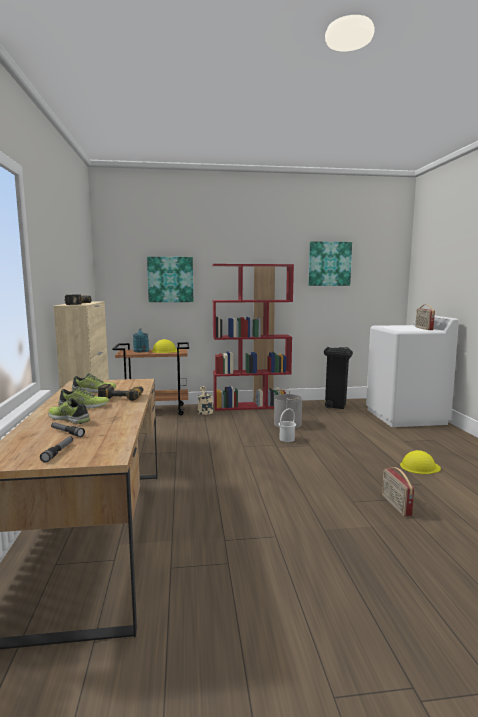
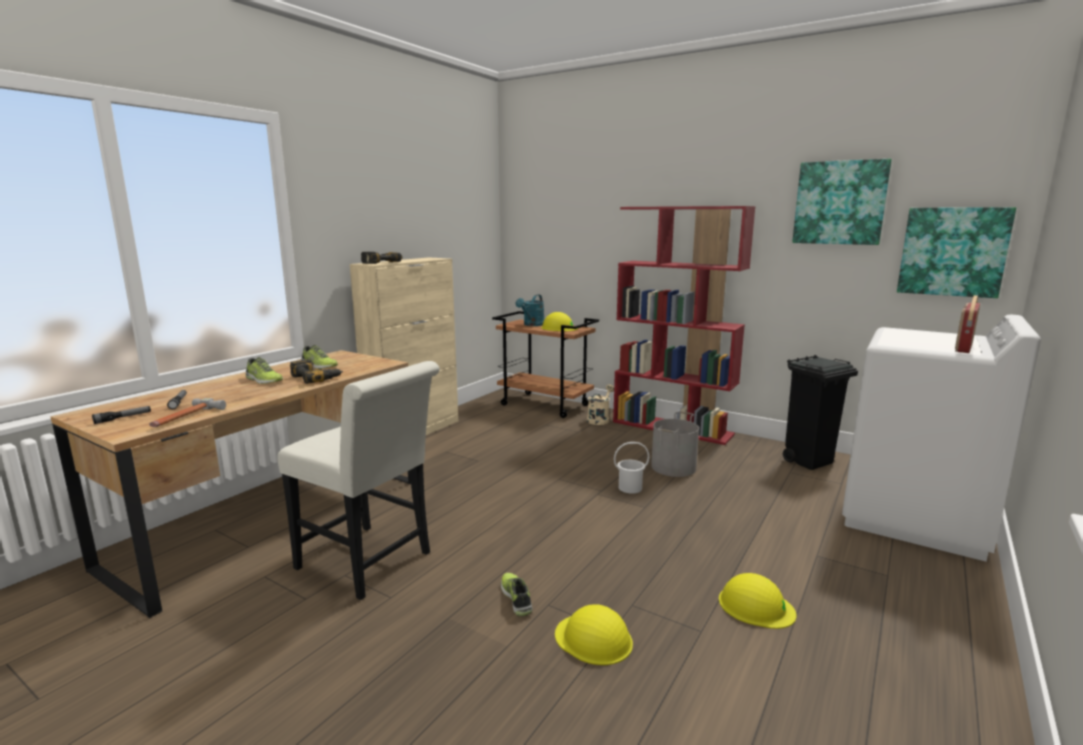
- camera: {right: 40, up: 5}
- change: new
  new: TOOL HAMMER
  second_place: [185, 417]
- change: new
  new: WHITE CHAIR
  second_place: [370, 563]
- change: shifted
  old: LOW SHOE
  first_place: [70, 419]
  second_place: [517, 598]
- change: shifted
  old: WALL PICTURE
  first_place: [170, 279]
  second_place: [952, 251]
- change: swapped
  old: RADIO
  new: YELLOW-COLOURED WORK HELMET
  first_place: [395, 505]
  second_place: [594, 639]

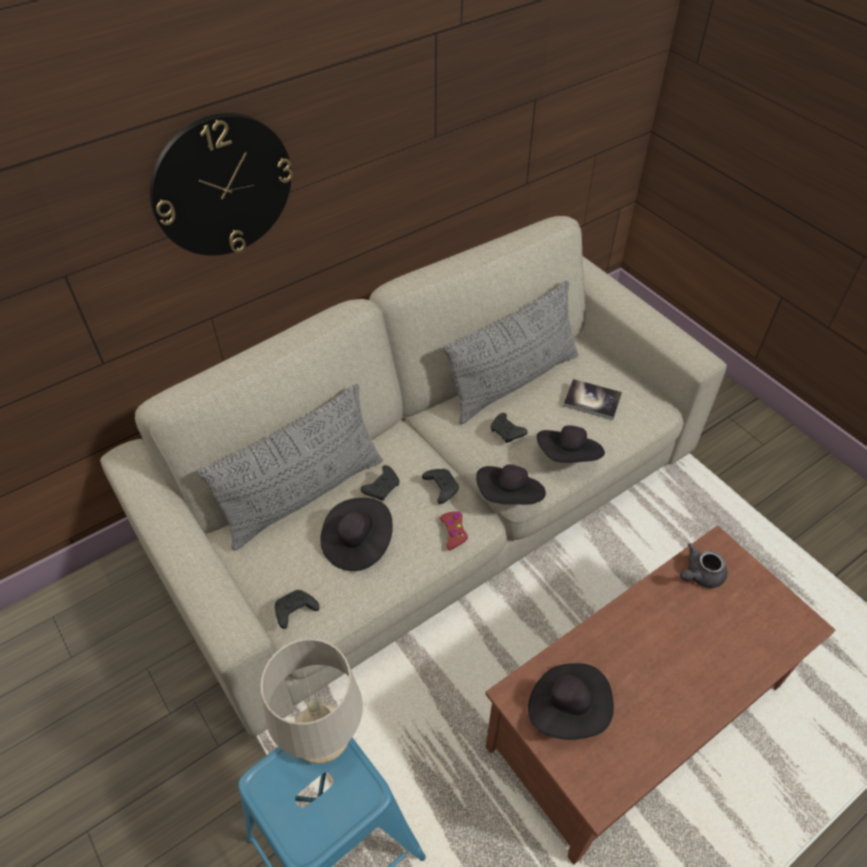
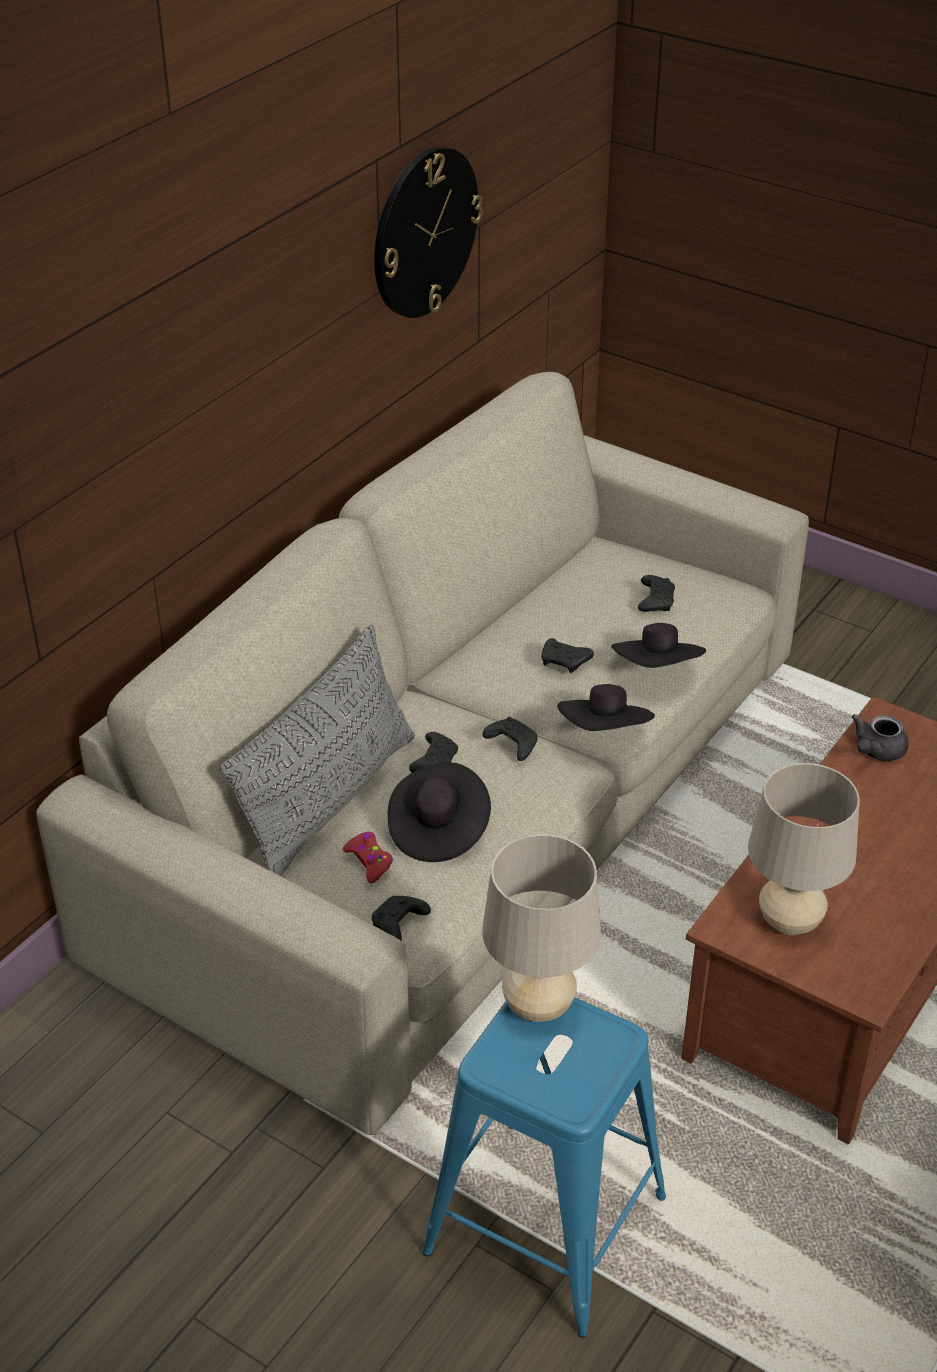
- camera: {right: -20, up: -10}
- change: gone
  old: GRAY CUSHION
  first_place: [513, 382]
- change: shifted
  old: CLOCK ON THE WALL
  first_place: [222, 186]
  second_place: [424, 232]
- change: shifted
  old: RED GAME CONTROLLER
  first_place: [453, 532]
  second_place: [369, 861]
- change: swapped
  old: BLACK-COLOURED WEARABLE HAT
  new: BEIGE TABLE LAMP
  first_place: [567, 708]
  second_place: [790, 922]
- change: swapped
  old: BOUND BOOK
  new: BLACK-COLOURED GAME CONTROLLER
  first_place: [592, 400]
  second_place: [655, 600]

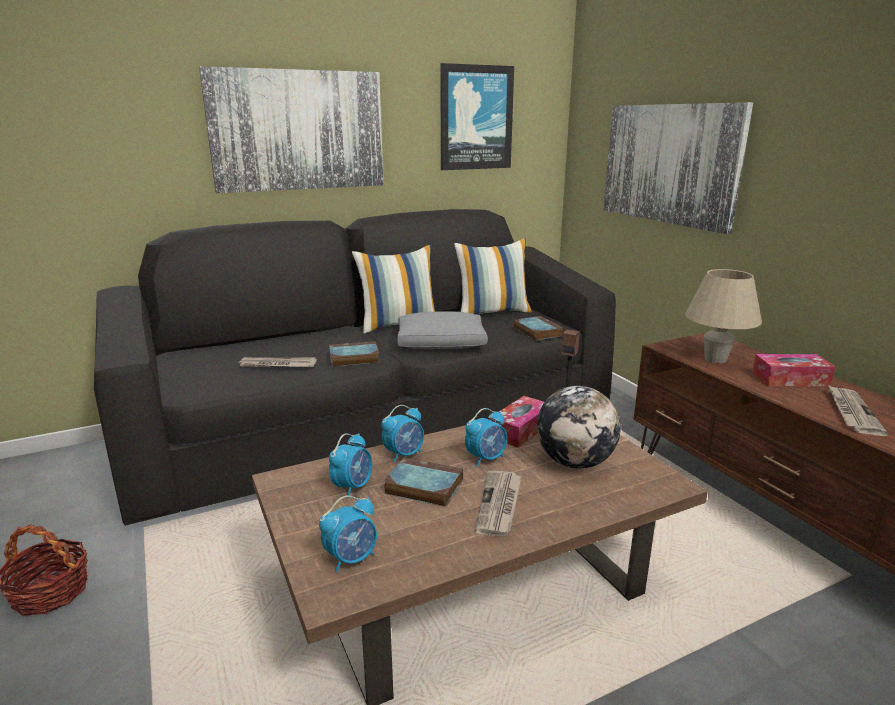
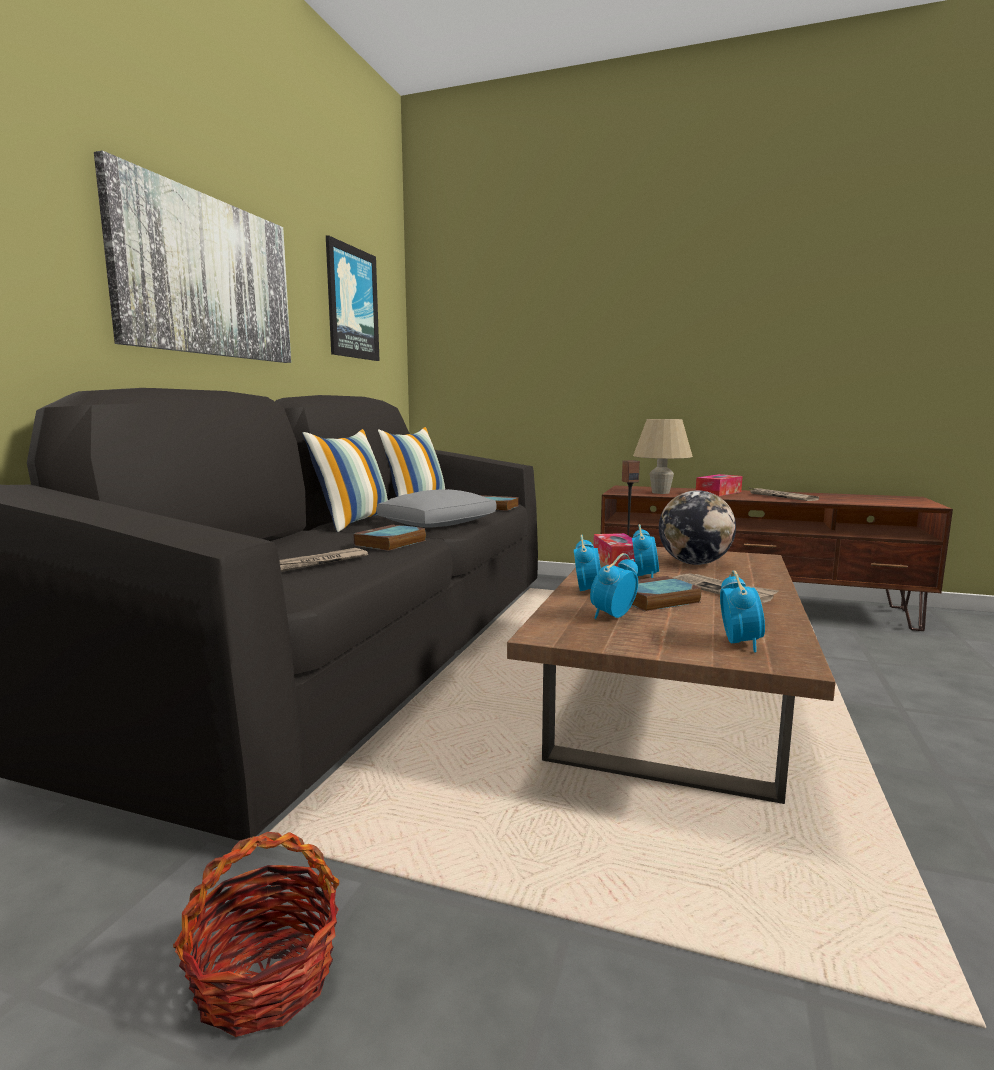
- camera: {right: -45, up: -10}
- change: gone
  old: WALL PICTURE
  first_place: [669, 164]
- change: rotated
  old: TABLE CLOCK
  first_place: [353, 486]
  second_place: [612, 616]
  degrees: -120

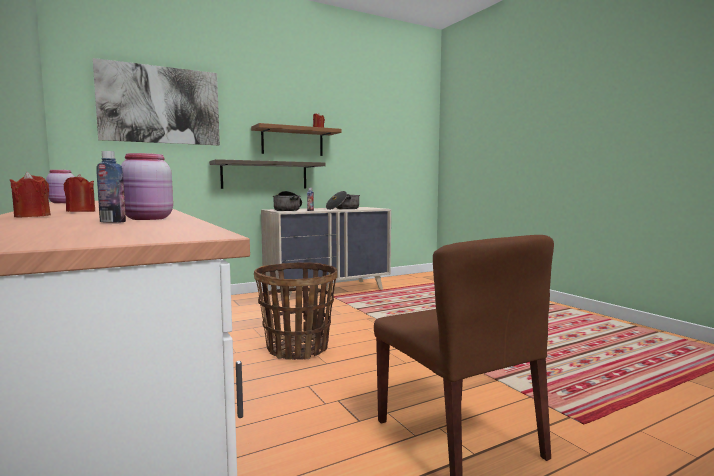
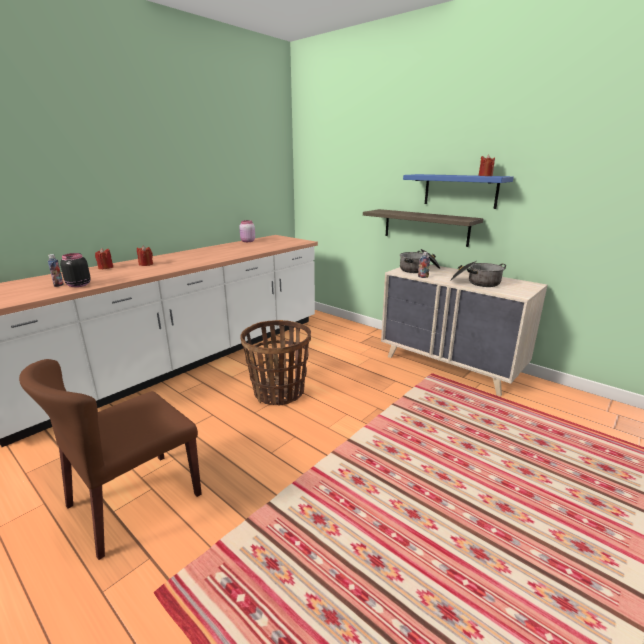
- camera: {right: 70, up: 15}
- change: gone
  old: WALL PICTURE
  first_place: [160, 105]
- change: repainted
  old: PINK JAR
  new: BLACK-COLOURED JAR
  first_place: [148, 219]
  second_place: [78, 285]
- change: repainted
  old: BROWN SHELF
  new: BLUE-COLOURED SHELF
  first_place: [292, 142]
  second_place: [460, 190]

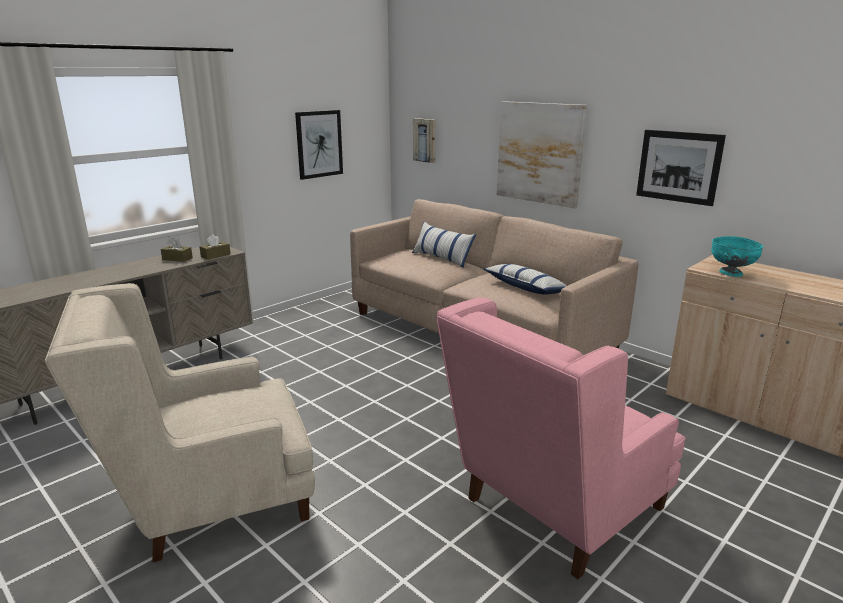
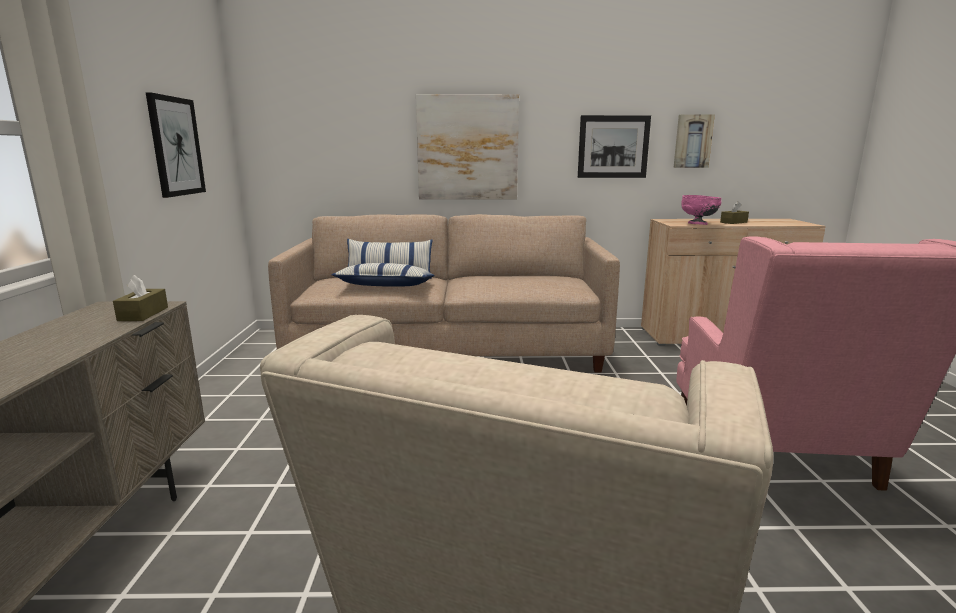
- camera: {right: -45, up: -5}
- change: shifted
  old: BROWN BOX OF TISSUES
  first_place: [177, 259]
  second_place: [733, 222]
- change: shifted
  old: WALL PICTURE
  first_place: [425, 140]
  second_place: [692, 141]
- change: shifted
  old: CUSHION
  first_place: [525, 288]
  second_place: [385, 286]
- change: repainted
  old: TURQUOISE DEEP DISH
  new: PINK DEEP DISH
  first_place: [731, 273]
  second_place: [698, 224]

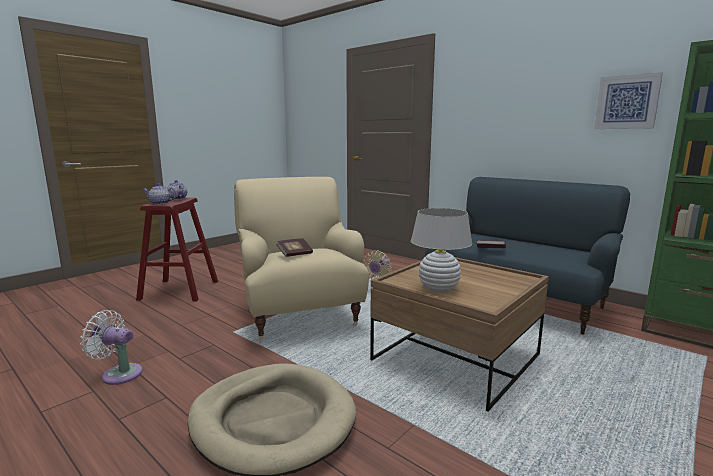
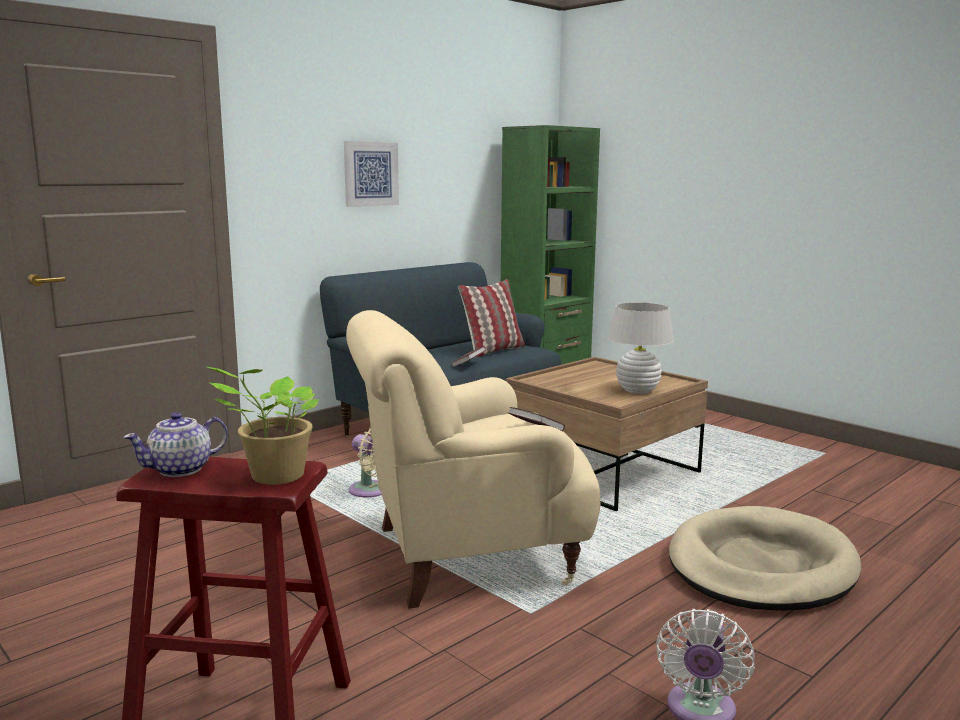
- camera: {right: -85, up: 0}
- change: new
  new: CUSHION
  second_place: [493, 350]
- change: shifted
  old: WALL PICTURE
  first_place: [627, 102]
  second_place: [370, 174]
- change: swapped
  old: TEAPOT
  new: POTTED PLANT
  first_place: [160, 203]
  second_place: [273, 477]

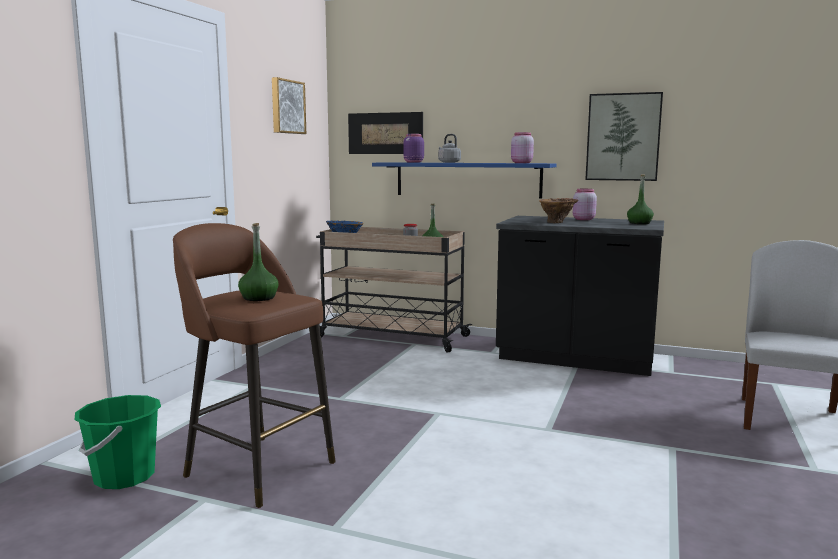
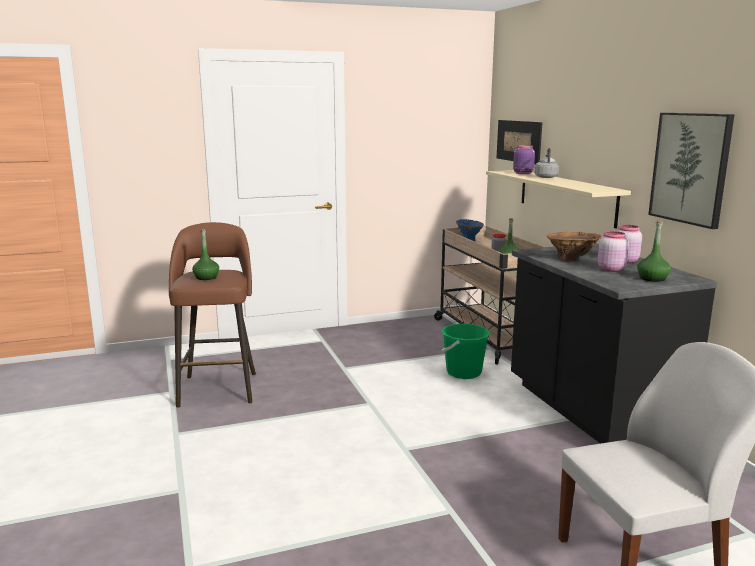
- camera: {right: 50, up: 5}
- change: gone
  old: WALL PICTURE
  first_place: [287, 107]
- change: shifted
  old: GREEN BUCKET
  first_place: [124, 476]
  second_place: [463, 372]
- change: shifted
  old: PINK JAR
  first_place: [521, 163]
  second_place: [610, 269]
- change: repainted
  old: BLUE-COLOURED SHELF
  new: BEIGE SHELF
  first_place: [467, 179]
  second_place: [565, 196]

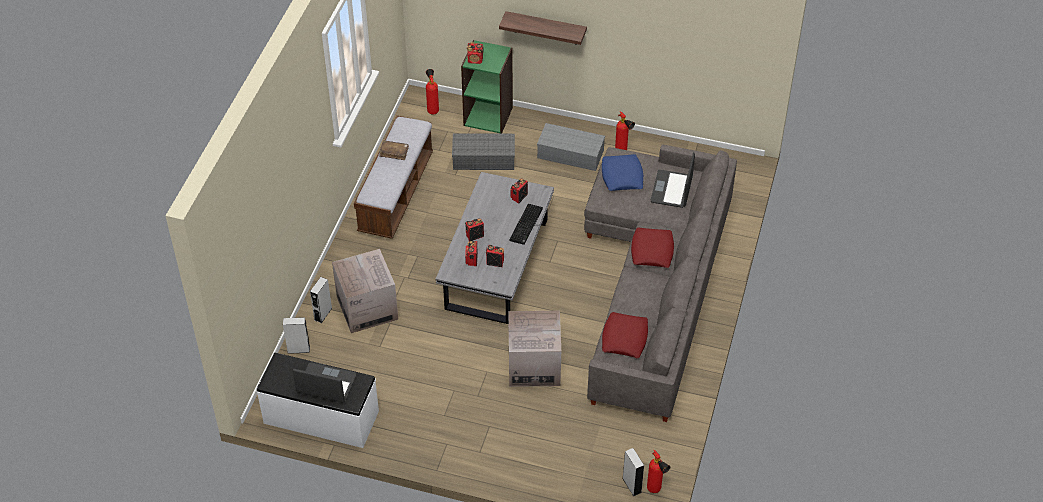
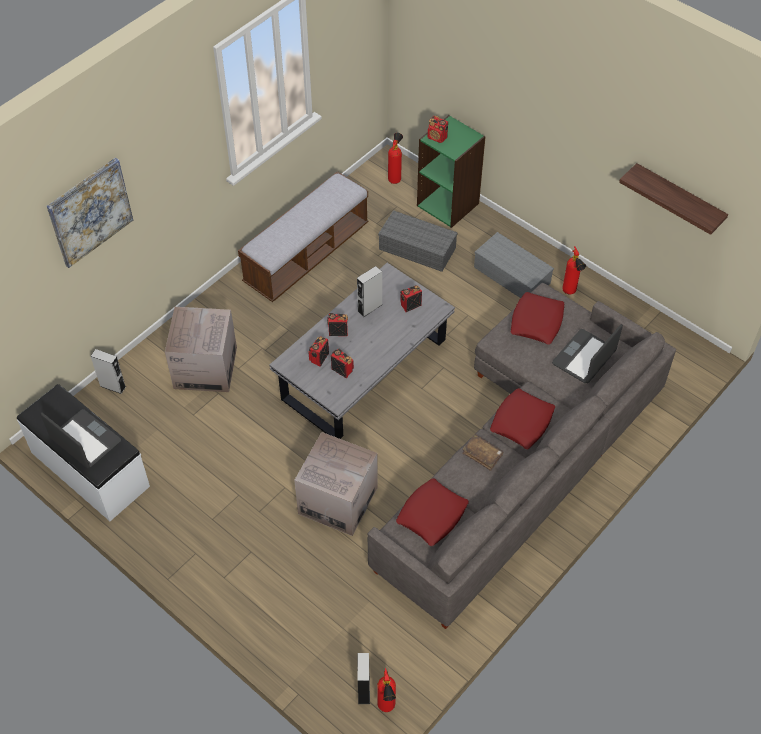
- camera: {right: 25, up: 5}
- change: gone
  old: COMPUTER KEYBOARD
  first_place: [526, 225]
- change: new
  new: WALL PICTURE
  second_place: [90, 212]
- change: shifted
  old: GRAY AUDIO SPEAKER
  first_place: [323, 314]
  second_place: [369, 308]
- change: shifted
  old: BROWN BOUND BOOK
  first_place: [394, 152]
  second_place: [482, 454]
- change: shifted
  old: SHELF
  first_place: [545, 28]
  second_place: [678, 199]
- change: repainted
  old: BLUE-COLOURED CUSHION
  new: RED CUSHION
  first_place: [622, 176]
  second_place: [537, 322]

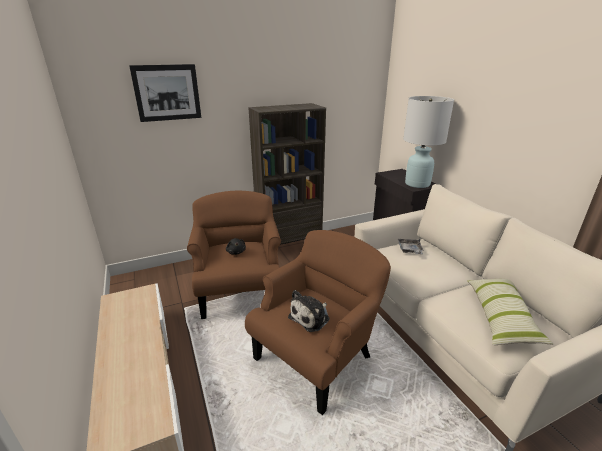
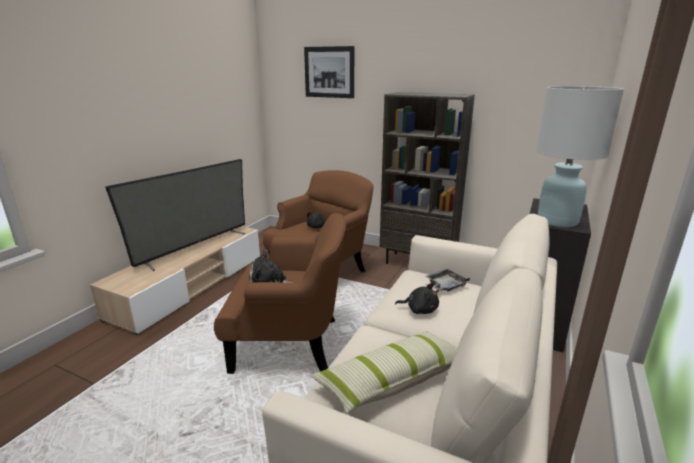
- camera: {right: 50, up: -5}
- change: new
  new: TV
  second_place: [195, 247]
- change: new
  new: BLACK-COLOURED PLUSH TOY
  second_place: [420, 310]

